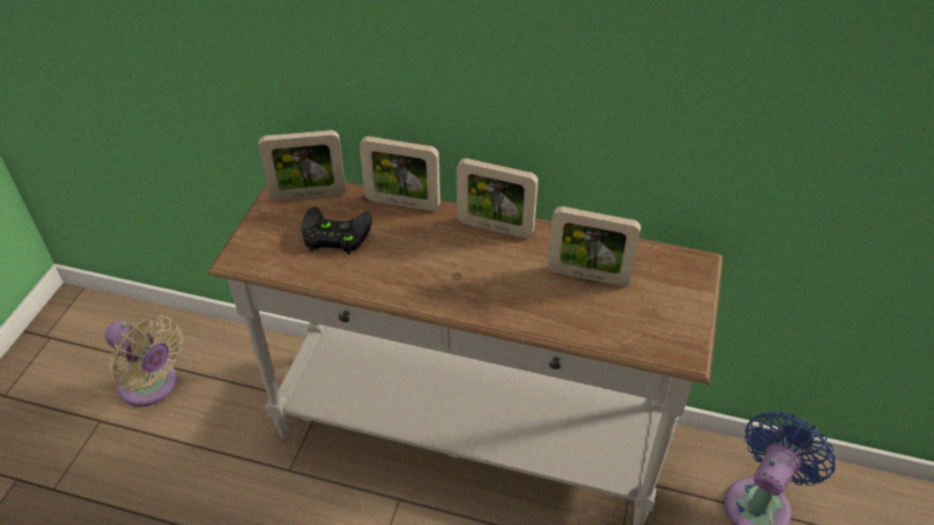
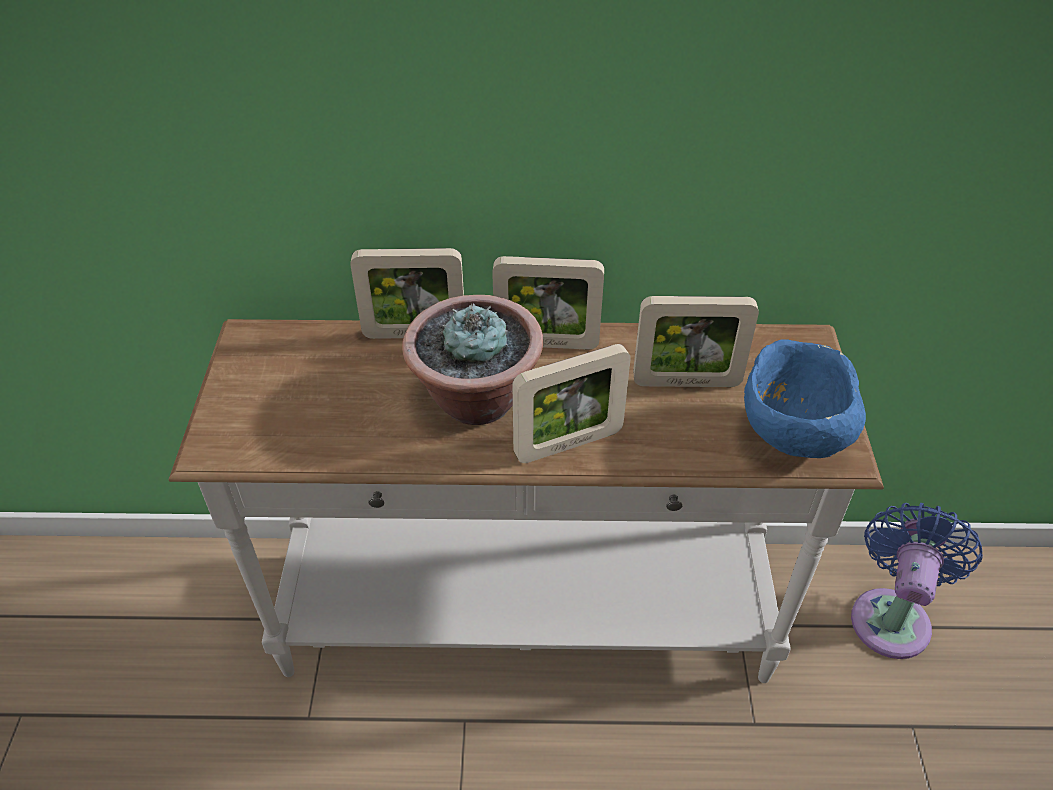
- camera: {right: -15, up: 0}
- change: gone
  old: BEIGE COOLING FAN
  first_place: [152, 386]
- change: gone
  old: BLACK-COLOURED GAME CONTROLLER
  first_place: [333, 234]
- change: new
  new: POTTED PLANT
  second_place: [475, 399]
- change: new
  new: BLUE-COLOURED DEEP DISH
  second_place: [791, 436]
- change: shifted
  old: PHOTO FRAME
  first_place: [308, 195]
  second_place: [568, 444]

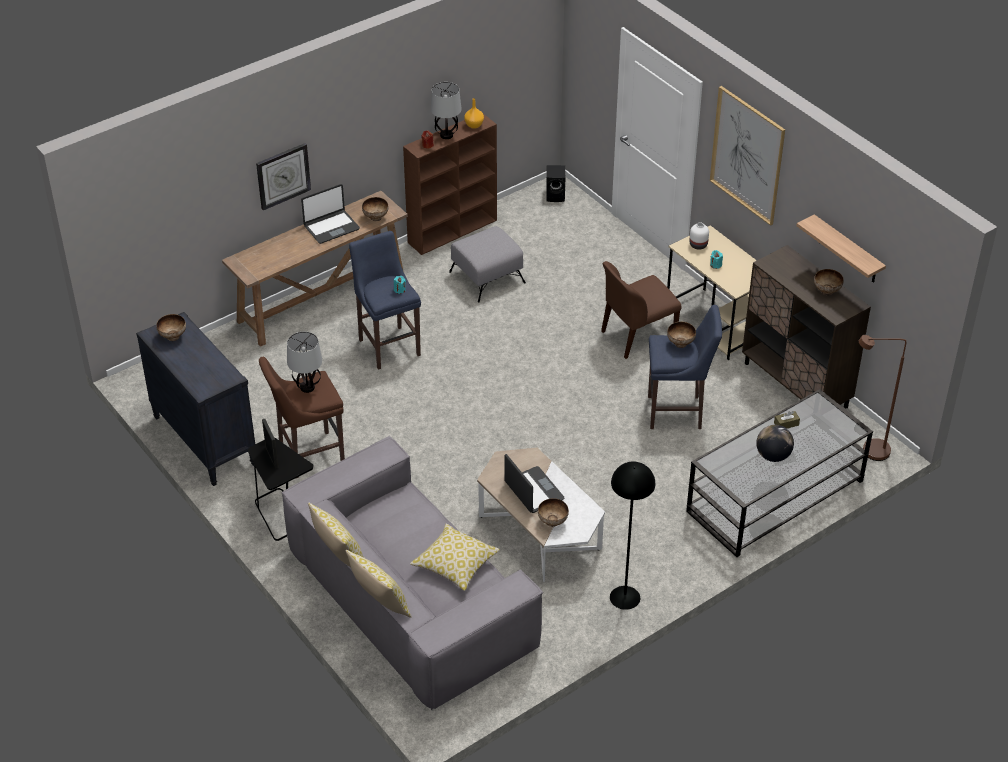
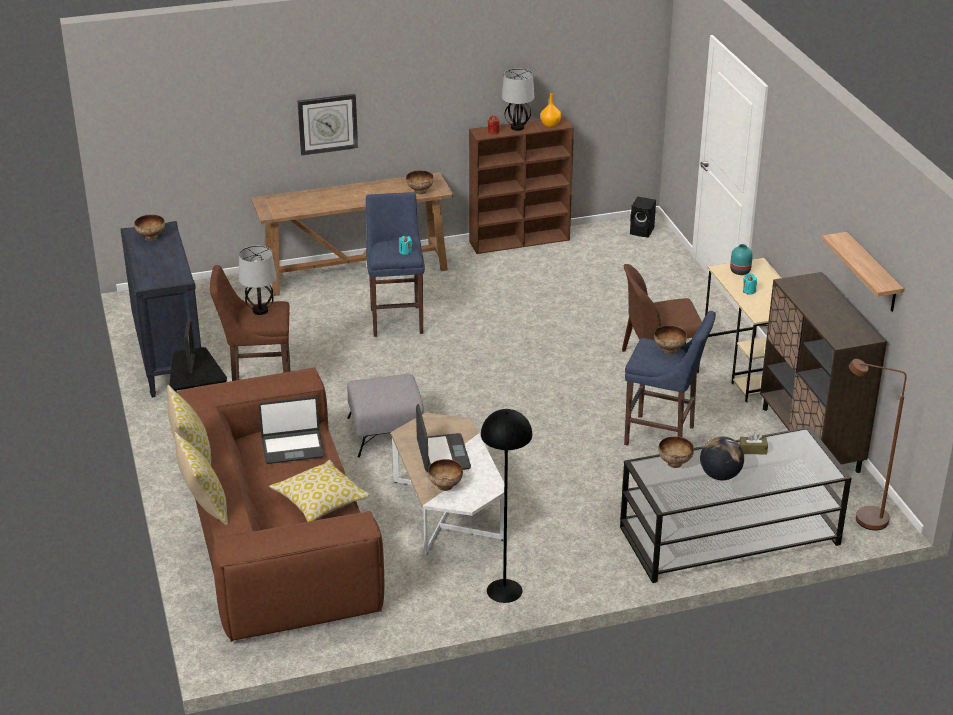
- camera: {right: 20, up: -10}
- change: gone
  old: WALL PICTURE
  first_place: [747, 155]
- change: shifted
  old: PORTABLE COMPUTER
  first_place: [331, 227]
  second_place: [292, 447]
- change: shifted
  old: GRAY FOOTREST
  first_place: [487, 277]
  second_place: [387, 433]
- change: shifted
  old: DEEP DISH
  first_place: [826, 291]
  second_place: [674, 463]
- change: repainted
  old: GRAY SETTEE
  new: BROWN SETTEE
  first_place: [411, 598]
  second_place: [279, 537]
- change: repainted
  old: WHITE FLOWER VASE
  new: TURQUOISE FLOWER VASE
  first_place: [698, 245]
  second_place: [740, 271]

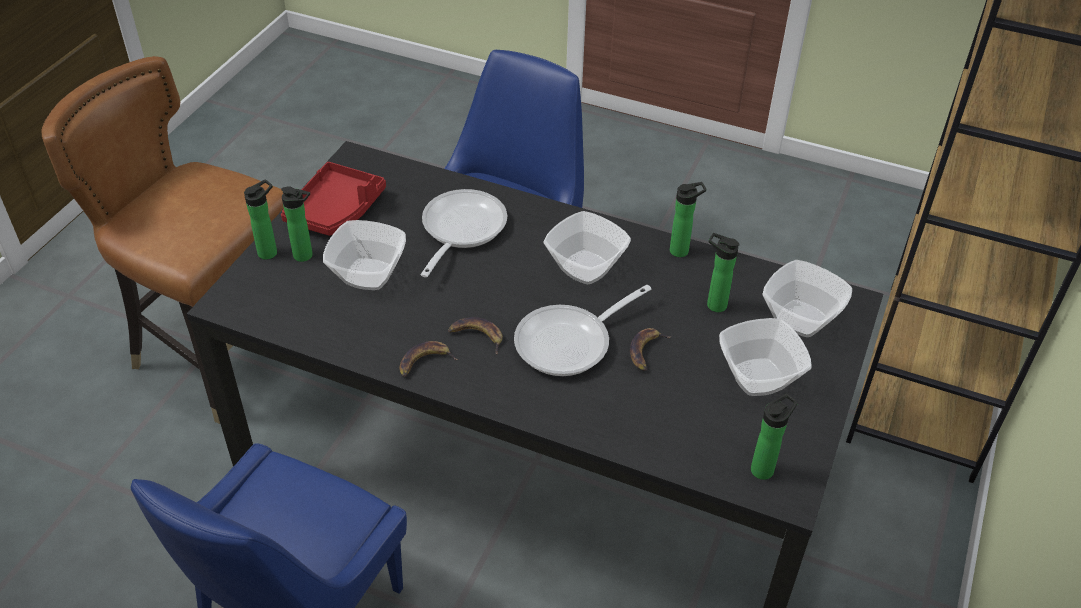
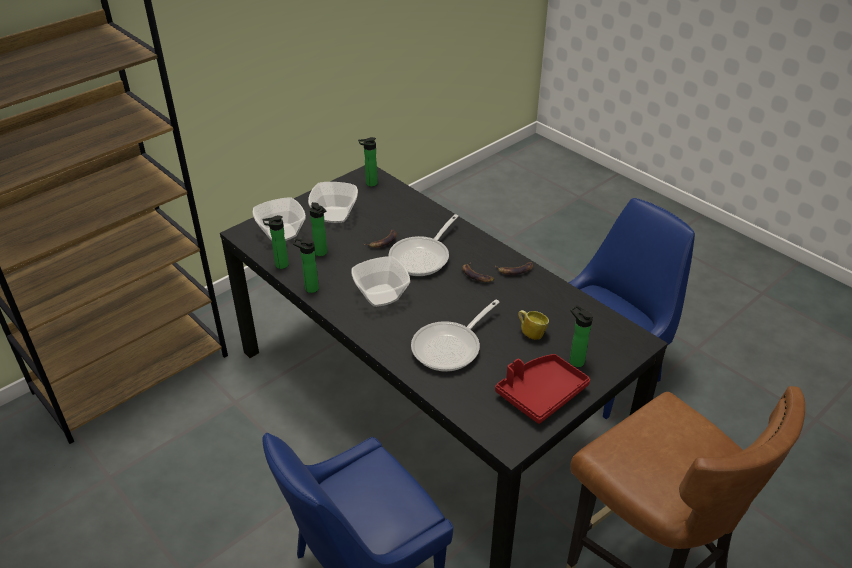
- camera: {right: -155, up: -5}
- change: shifted
  old: DRINK BOTTLE
  first_place: [270, 251]
  second_place: [279, 265]
- change: swapped
  old: DEEP DISH
  new: COFFEE MUG
  first_place: [369, 274]
  second_place: [531, 333]
- change: rotated
  old: SKILLET
  first_place: [570, 342]
  second_place: [423, 257]
  degrees: 135

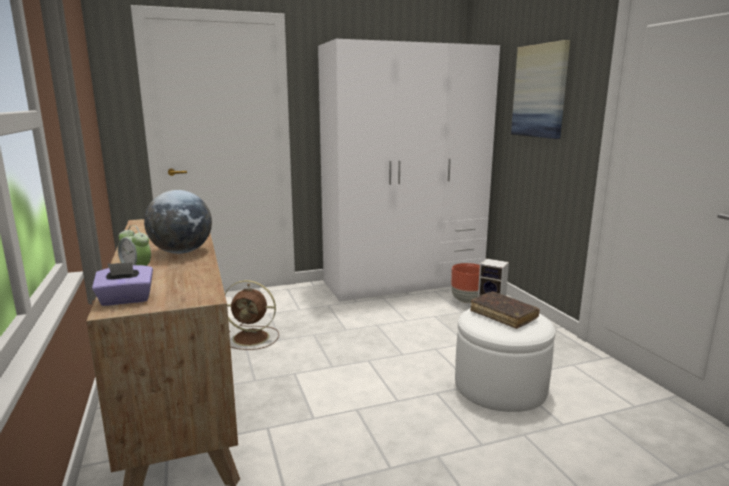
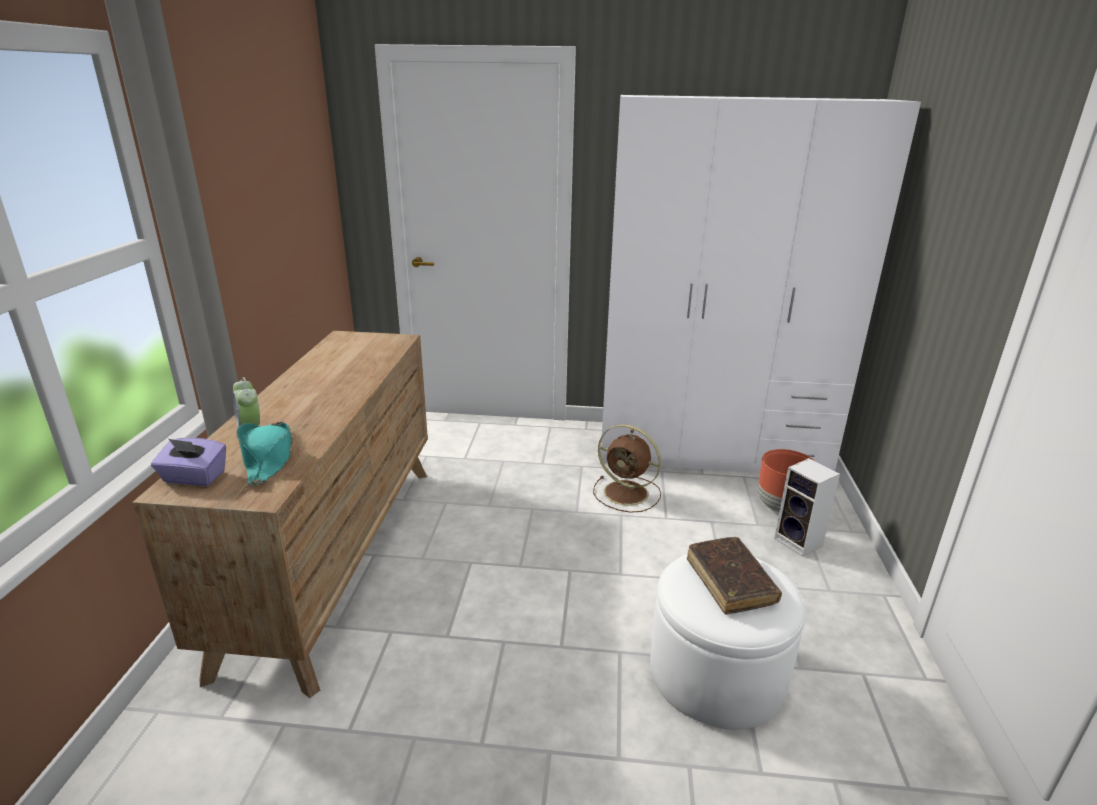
- camera: {right: 25, up: 10}
- change: gone
  old: DESK GLOBE
  first_place: [182, 252]
- change: gone
  old: WALL PICTURE
  first_place: [540, 91]
- change: new
  new: TURQUOISE WEARABLE HAT
  second_place: [268, 459]
- change: shifted
  old: BROWN COOLING FAN
  first_place: [252, 338]
  second_place: [628, 493]

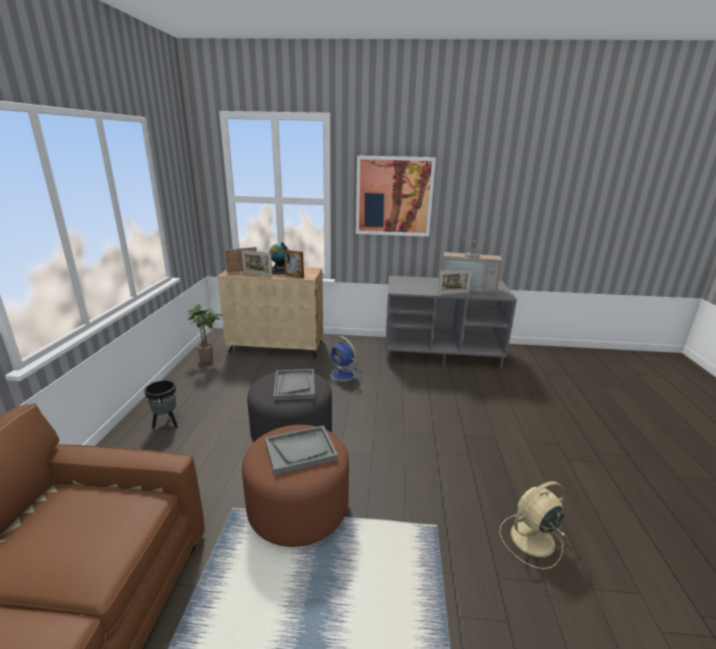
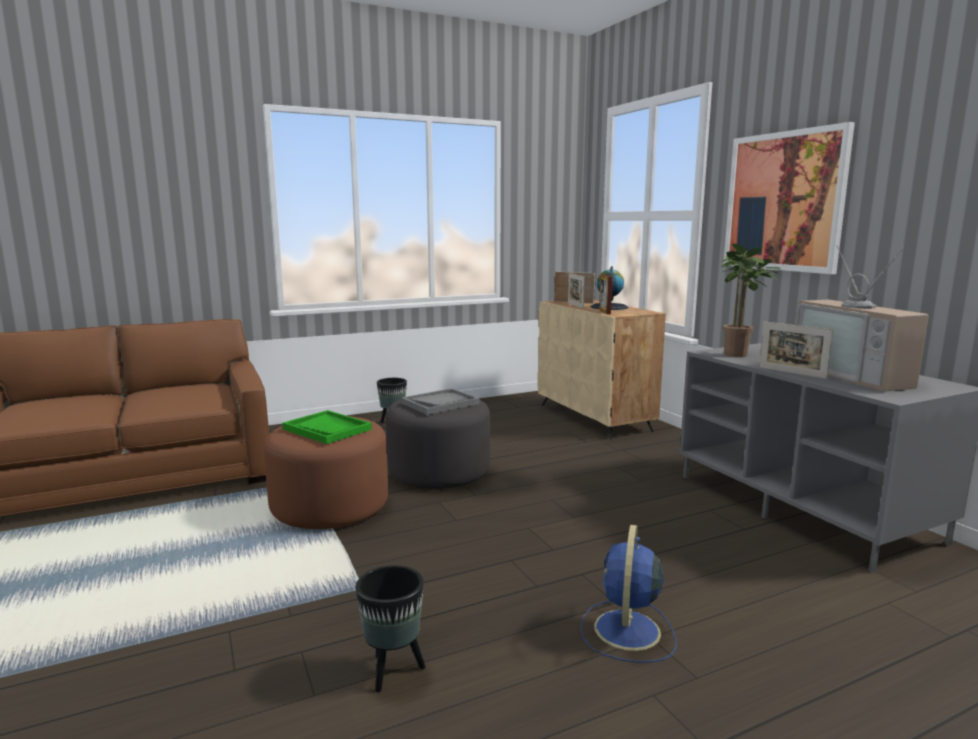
- camera: {right: 60, up: -10}
- change: shifted
  old: POTTED PLANT
  first_place: [209, 360]
  second_place: [738, 355]
- change: shifted
  old: BLUE-COLOURED COOLING FAN
  first_place: [343, 375]
  second_place: [627, 632]
- change: swapped
  old: BEIGE COOLING FAN
  new: BLACK-COLOURED FLOWER POT
  first_place: [530, 539]
  second_place: [392, 671]
- change: repainted
  old: GRAY SERVING TRAY
  new: GREEN SERVING TRAY
  first_place: [300, 450]
  second_place: [327, 429]

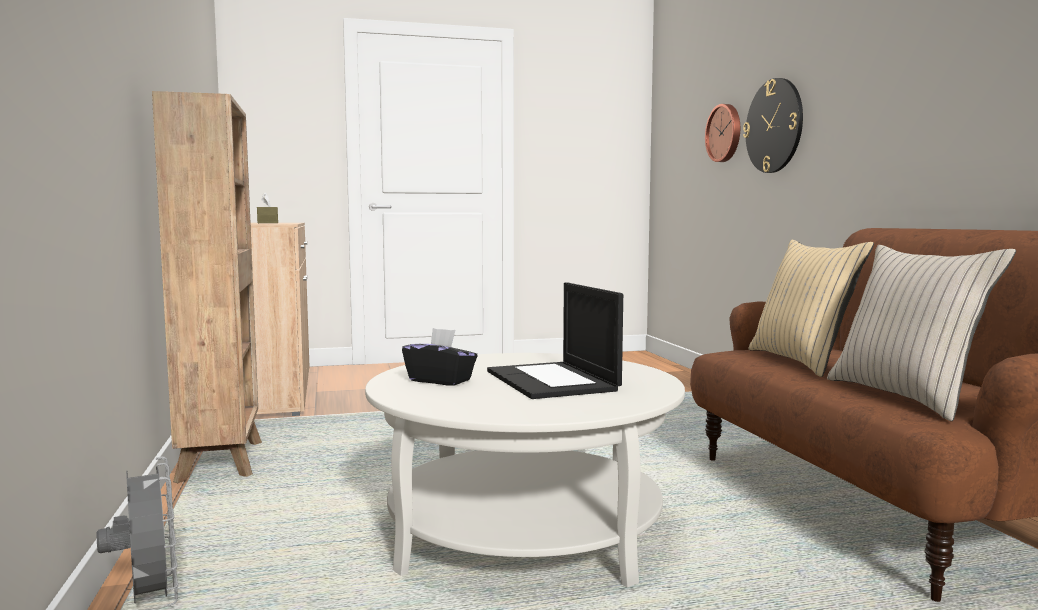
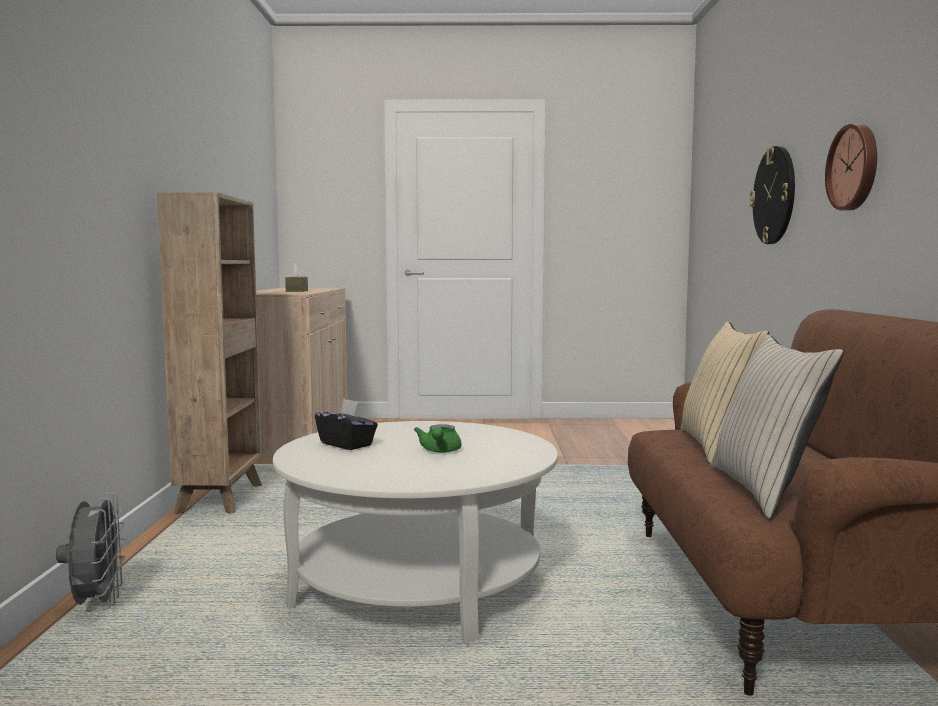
- camera: {right: 15, up: 0}
- change: shifted
  old: CLOCK ON THE WALL
  first_place: [725, 133]
  second_place: [855, 167]
- change: swapped
  old: PORTABLE COMPUTER
  new: GREEN TEAPOT
  first_place: [553, 381]
  second_place: [440, 451]

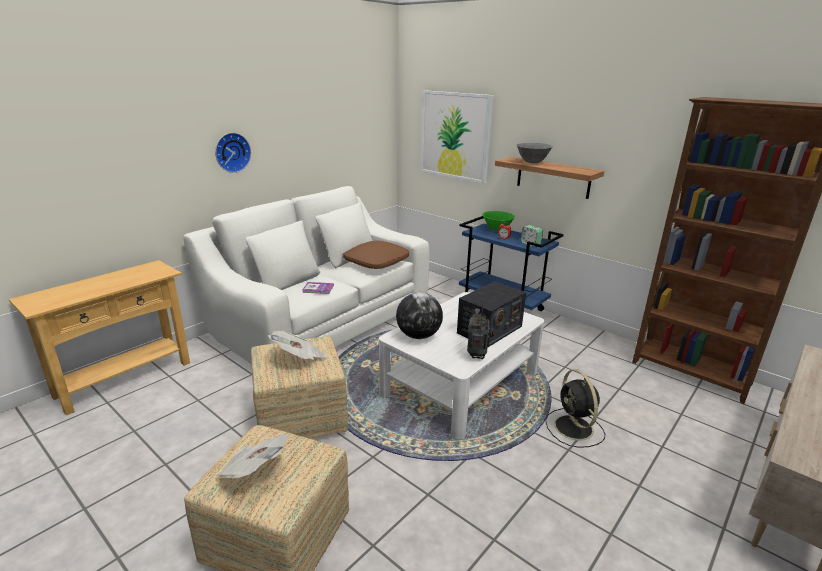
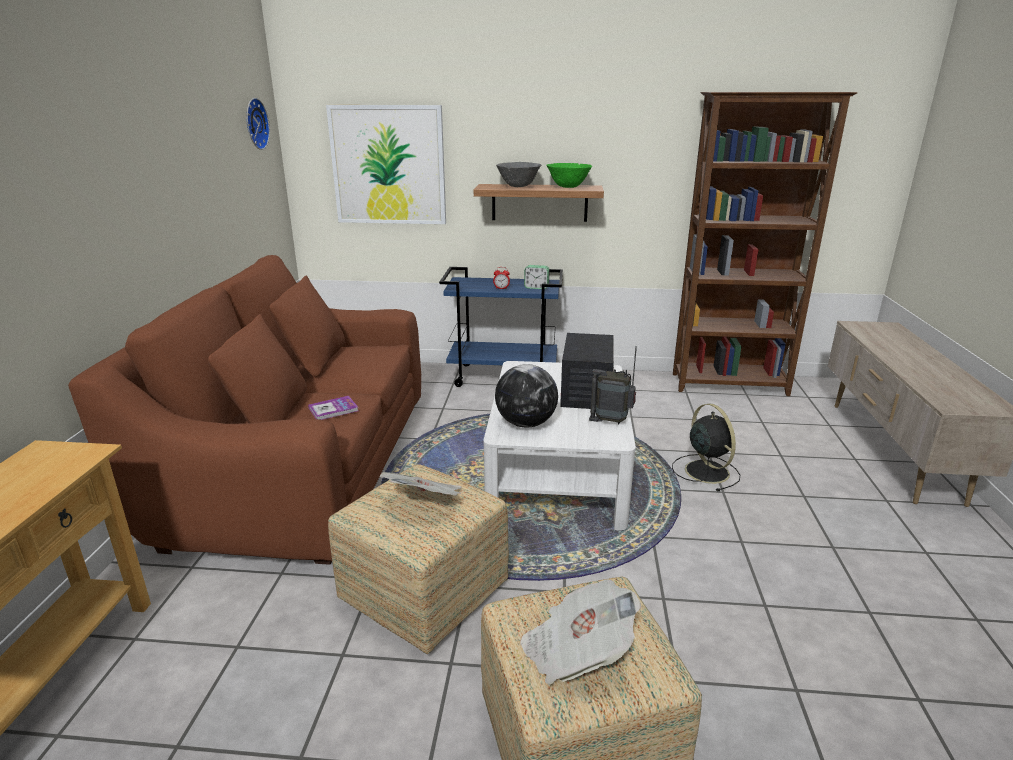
- camera: {right: -35, up: 0}
- change: gone
  old: BROWN CUSHION
  first_place: [376, 262]
- change: shifted
  old: CLOCK ON THE WALL
  first_place: [231, 152]
  second_place: [254, 124]
- change: shifted
  old: GREEN DEEP DISH
  first_place: [497, 230]
  second_place: [568, 187]
- change: repainted
  old: WHITE SETTEE
  new: BROWN SETTEE
  first_place: [322, 322]
  second_place: [302, 467]
- change: rotated
  old: RADIO
  first_place: [476, 355]
  second_place: [611, 421]
  degrees: -45
- change: rotated
  old: BLACK-COLOURED COOLING FAN
  first_place: [574, 429]
  second_place: [705, 470]
  degrees: -150

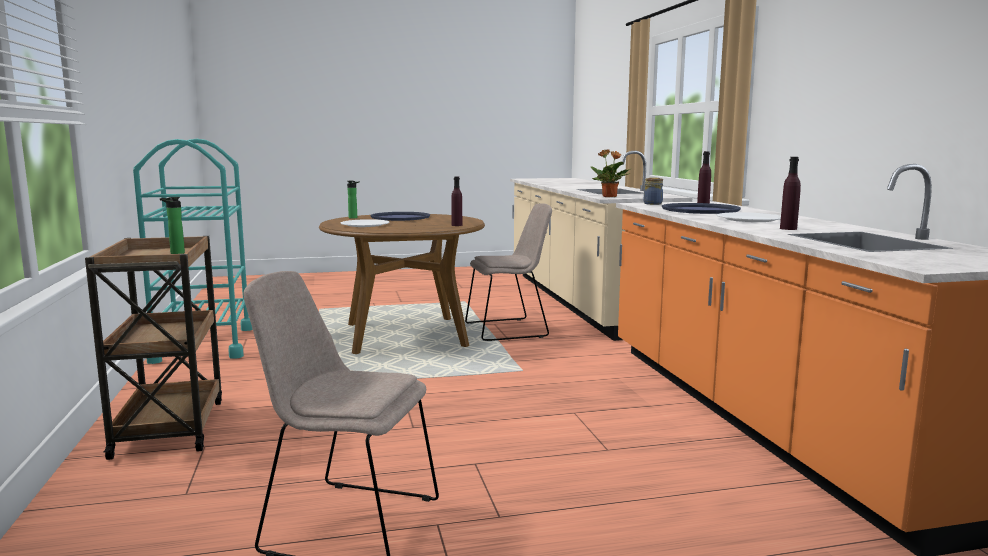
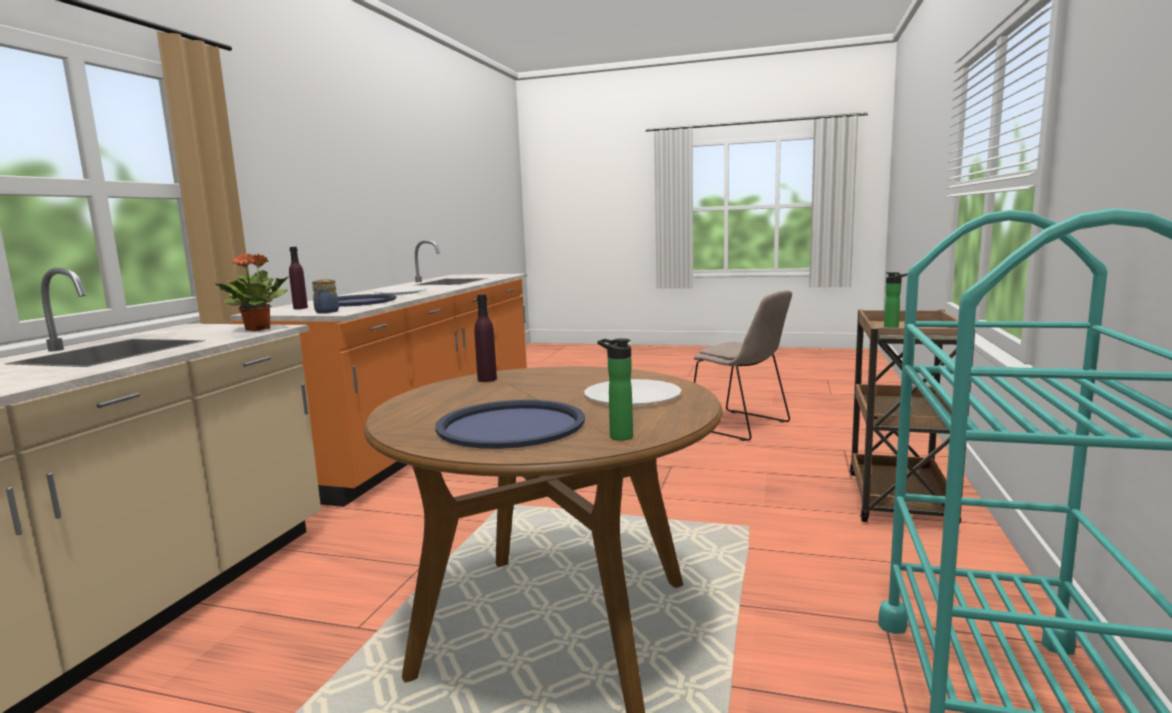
- camera: {right: -150, up: 0}
- change: gone
  old: BEIGE CHAIR
  first_place: [509, 330]
- change: gone
  old: PURPLISH DRINK BOTTLE
  first_place: [788, 228]

